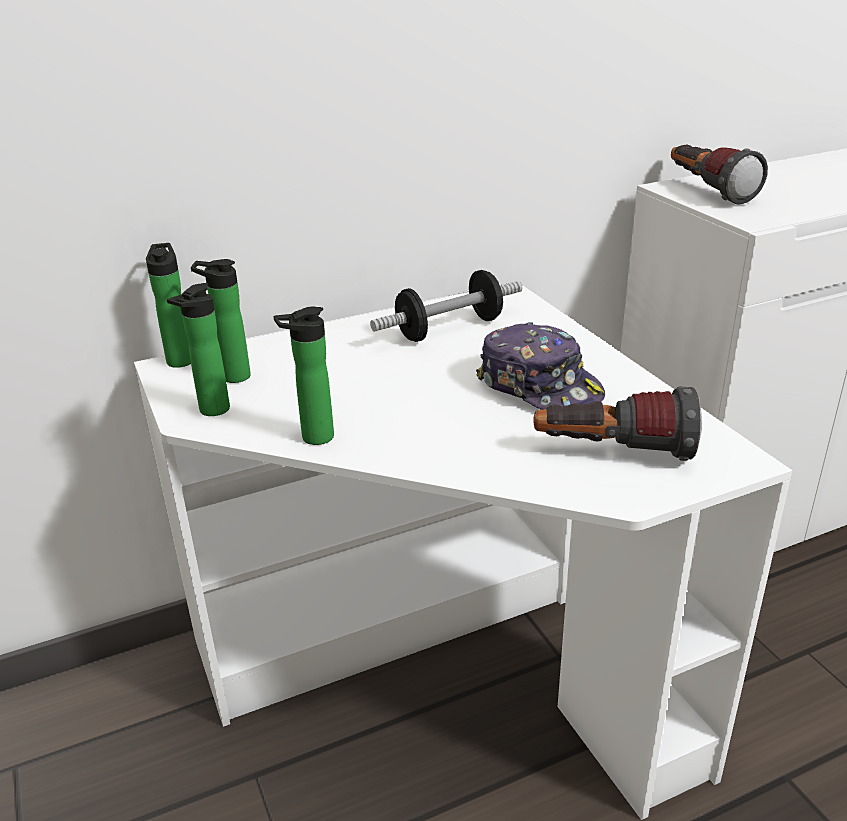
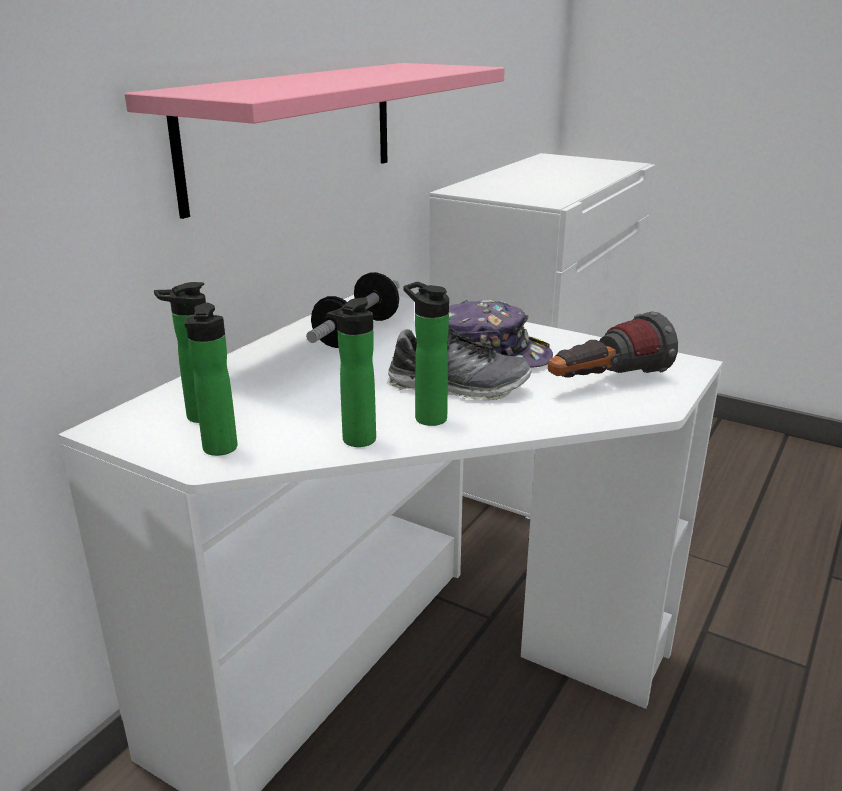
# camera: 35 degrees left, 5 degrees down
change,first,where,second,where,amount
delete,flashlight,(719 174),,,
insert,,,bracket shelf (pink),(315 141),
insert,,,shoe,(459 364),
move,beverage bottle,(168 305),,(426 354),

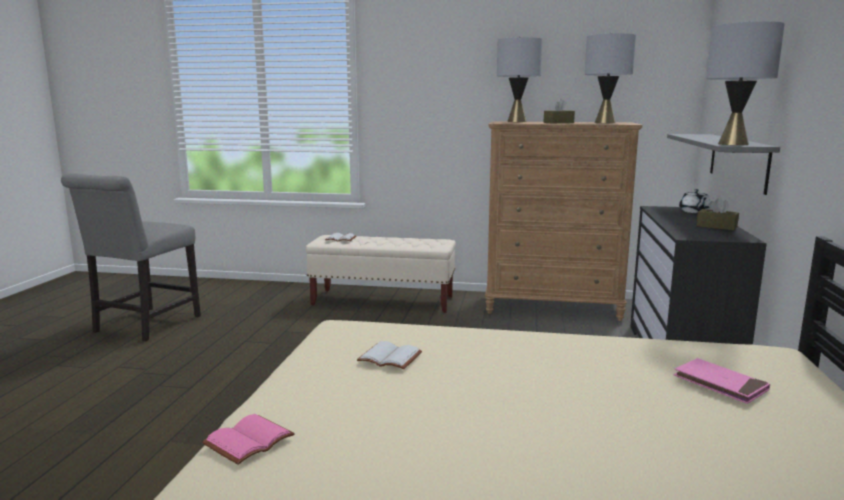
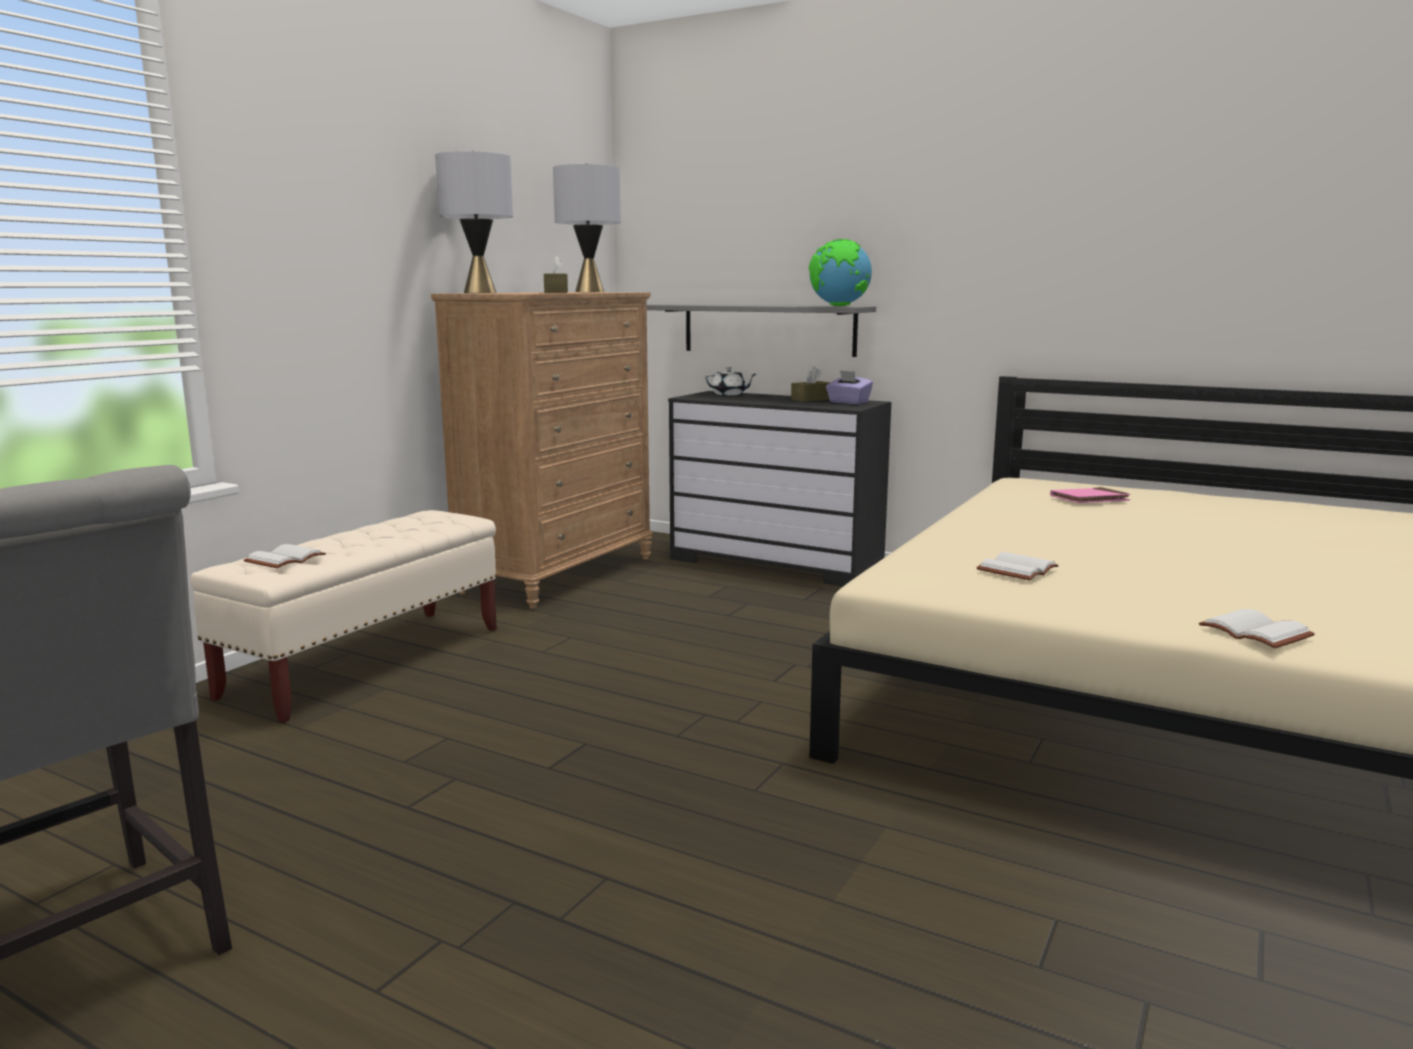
# camera: 70 degrees left, 0 degrees up
change,first,where,second,where,amount
insert,,,tissue holder (purplish),(849 387),
replace,table lamp (grey),(745 83),desk globe,(840 272),
recolor,volume (pink),(248 439),volume (white-coloured),(1257 628),

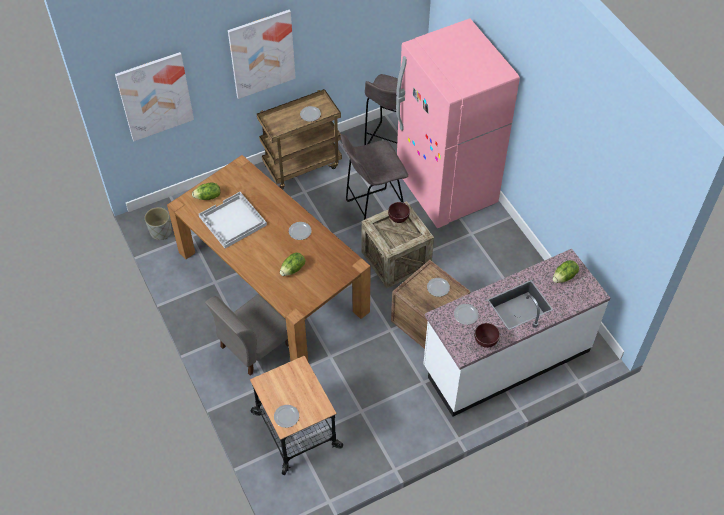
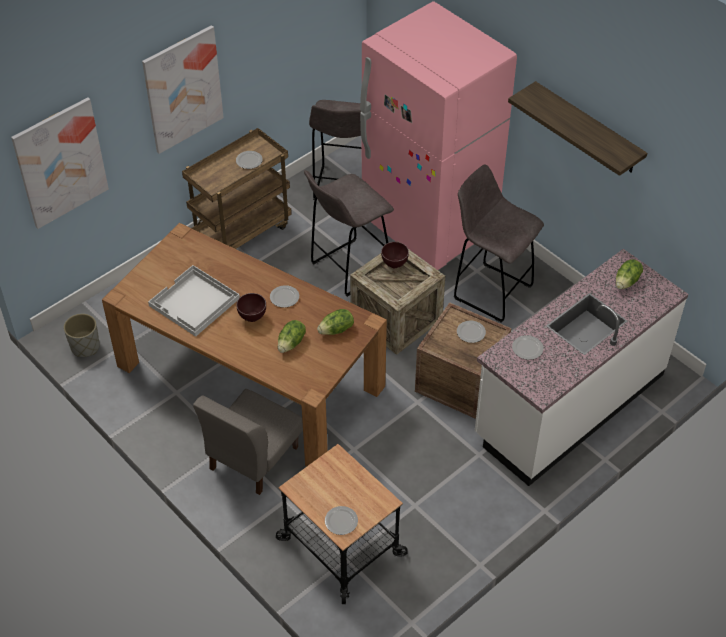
# camera: 15 degrees left, 5 degrees down
change,first,where,second,where,amount
insert,,,sitting stool (grey),(499 244),
insert,,,bracket shelf,(577 128),
move,lettuce,(206 191),,(335 322),
move,deep dish (brownish),(487 335),,(251 307),

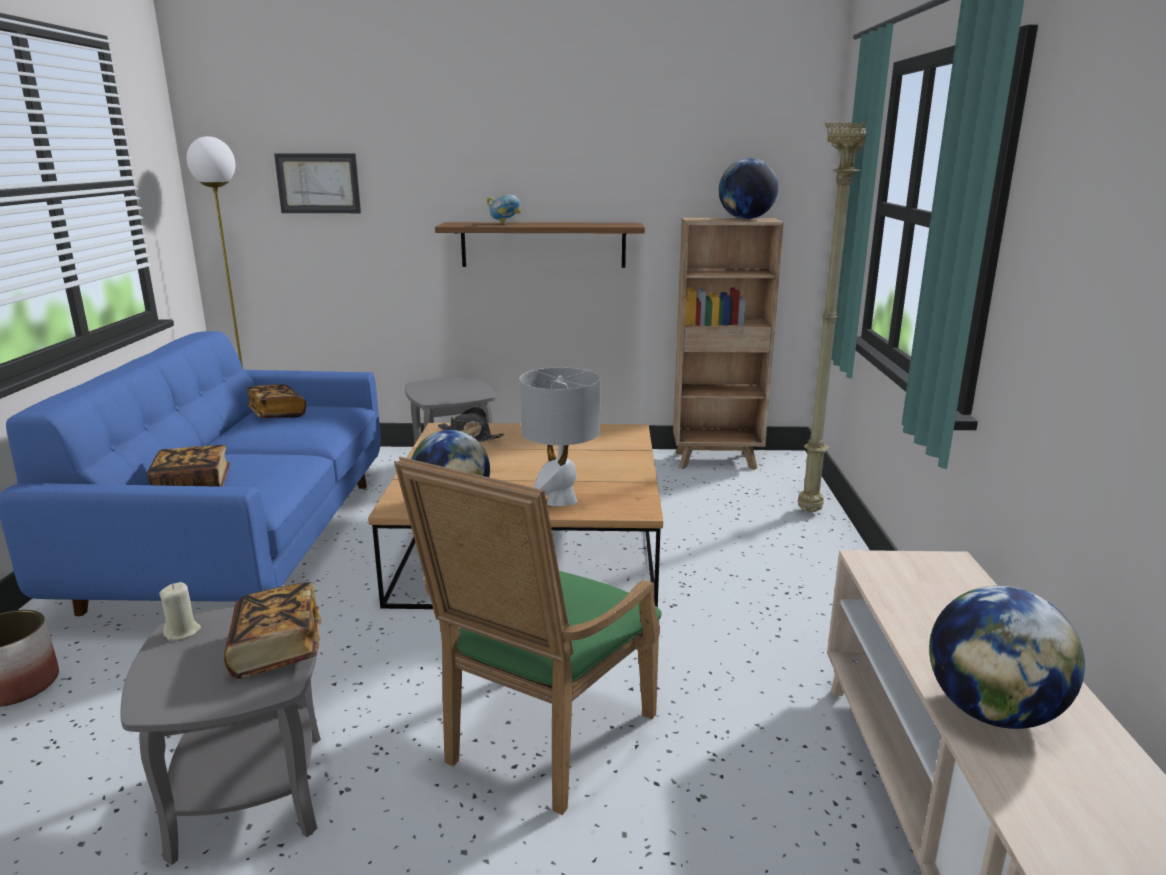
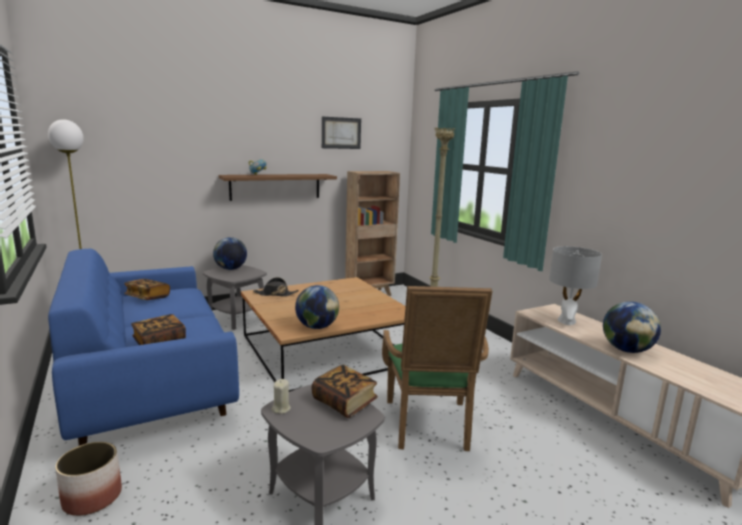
# camera: 30 degrees left, 5 degrees down
change,first,where,second,where,amount
move,wall art,(317 183),,(341 133),
move,table lamp (grey),(560 436),,(575 285),
move,desk globe,(748 188),,(230 253),

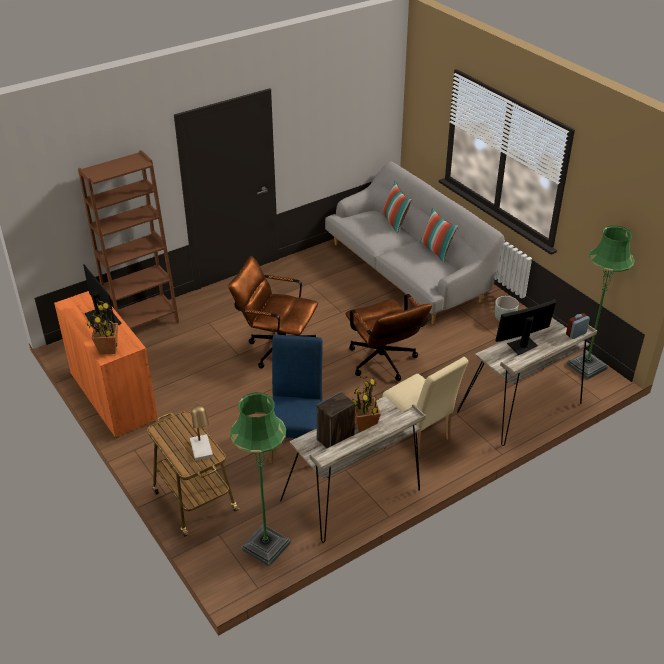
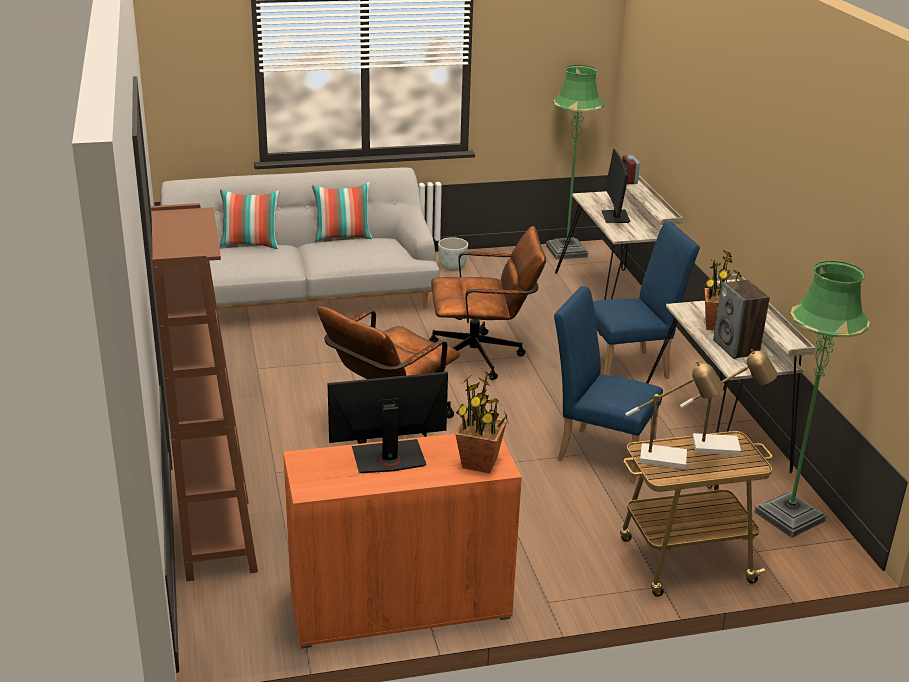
# camera: 70 degrees left, 10 degrees down
change,first,where,second,where,amount
insert,,,table lamp,(674 415),
recolor,upright chair (sand-coloured),(425 407),upright chair (blue),(646 300),

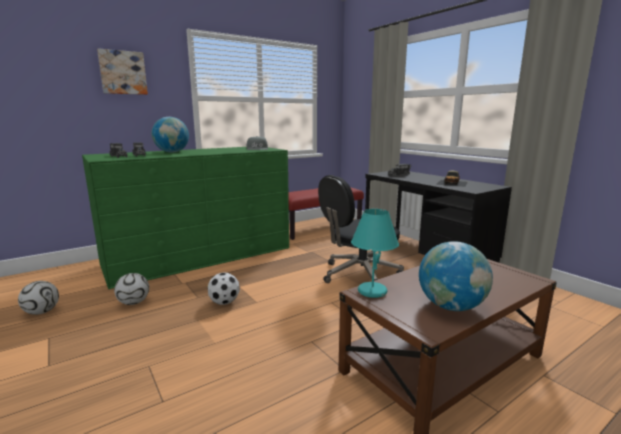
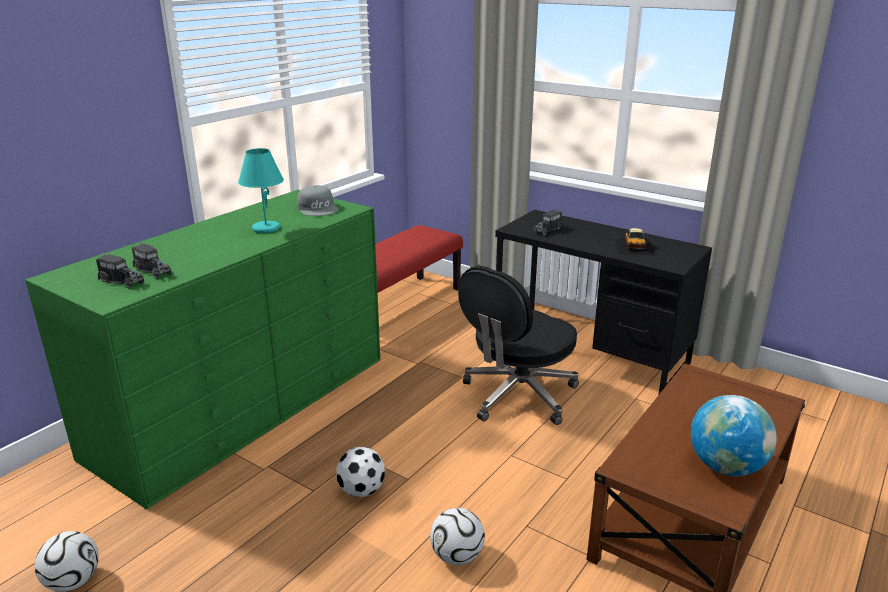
# camera: 20 degrees left, 10 degrees up
change,first,where,second,where,amount
delete,wall art,(122 71),,,
delete,desk globe,(170 135),,,
move,football ball,(131 289),,(457 536),
move,table lamp (turquoise-coloured),(375 253),,(261 190),

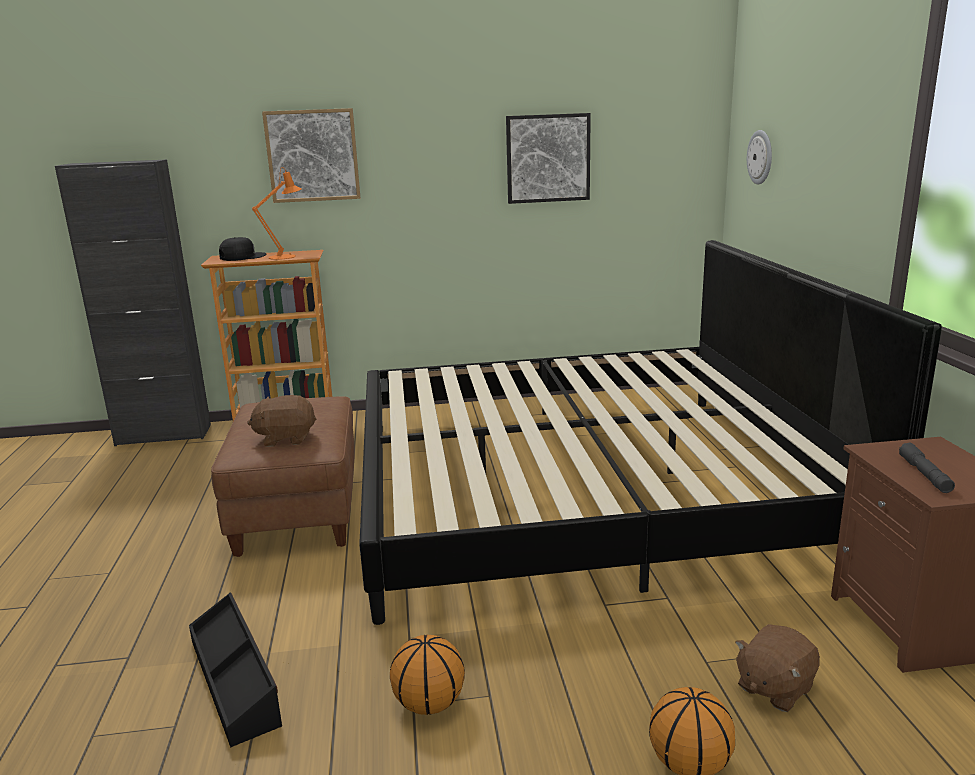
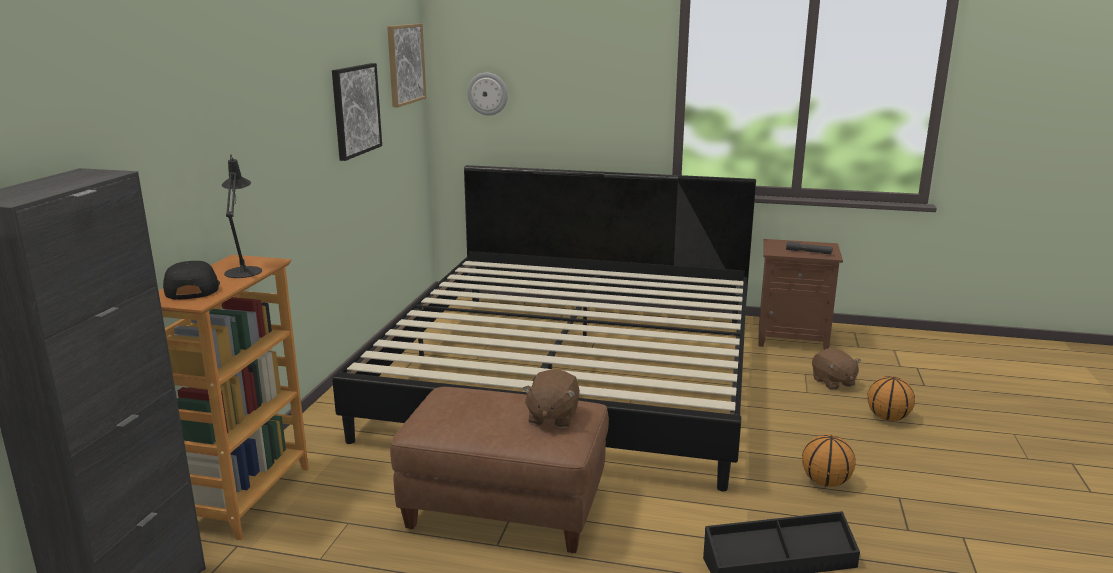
# camera: 70 degrees left, 0 degrees up
change,first,where,second,where,amount
move,wall art,(311 155),,(406 66),
recolor,table lamp (orangey),(276 213),table lamp (black-coloured),(242 216),

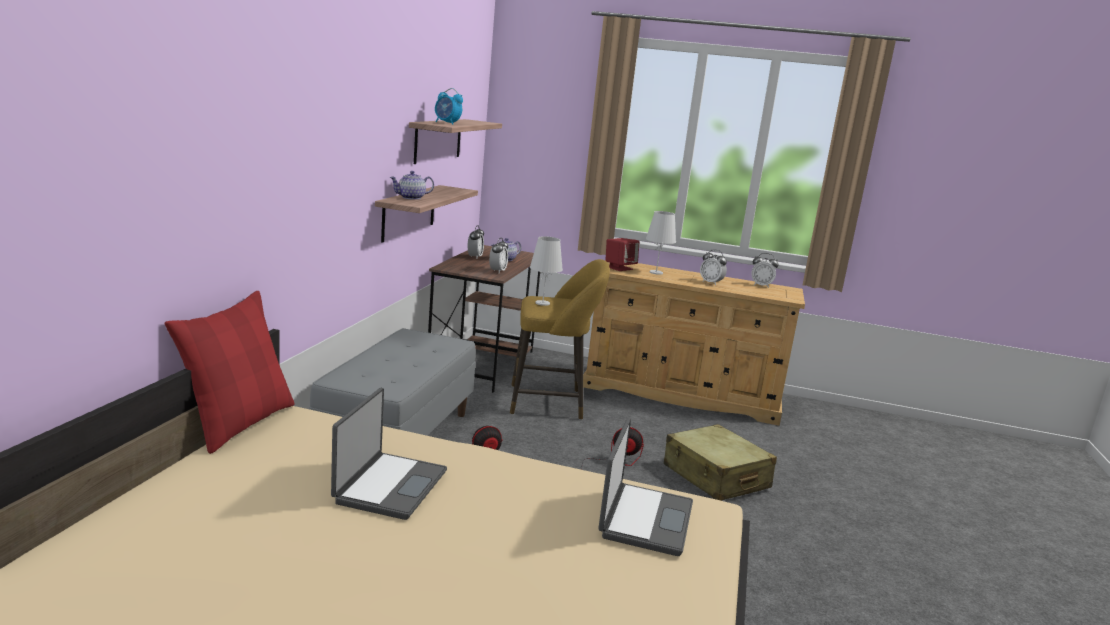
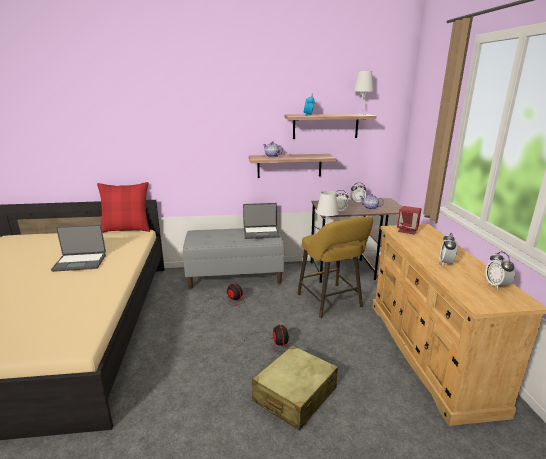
# camera: 70 degrees right, 5 degrees up
change,first,where,second,where,amount
move,laptop,(646 487),,(261 221),
move,table lamp (white-coloured),(661 243),,(363 93),

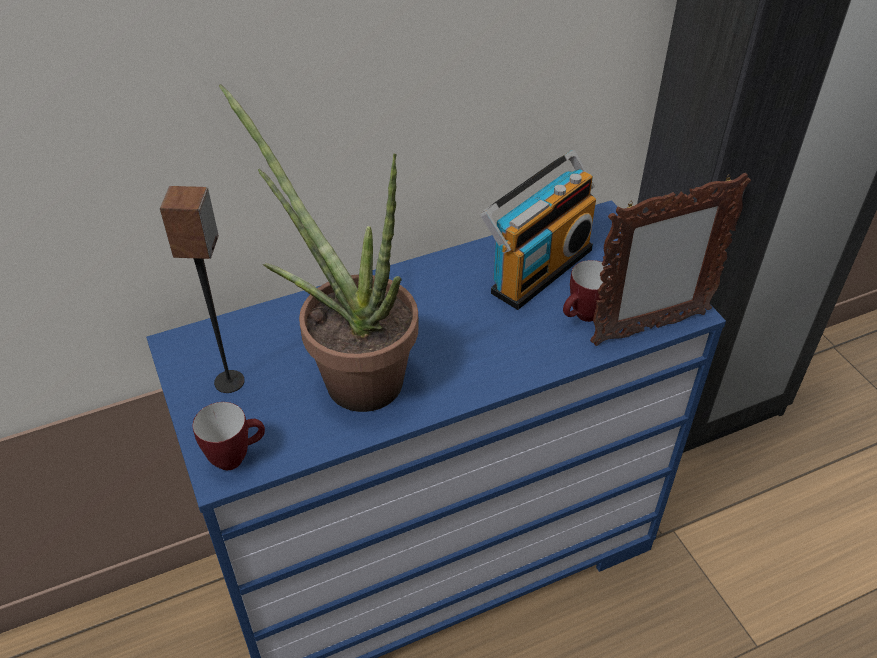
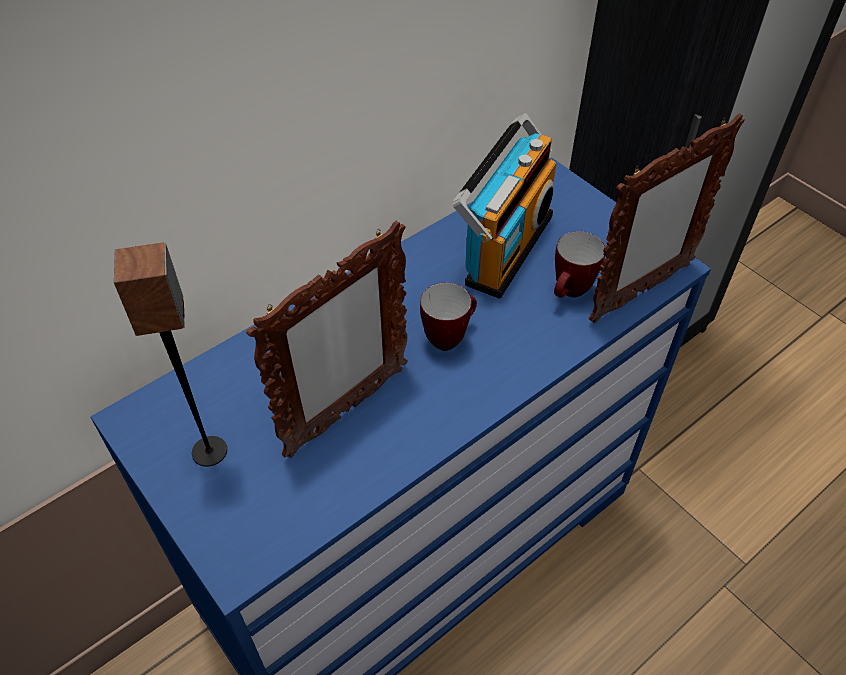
# camera: 15 degrees left, 5 degrees up
change,first,where,second,where,amount
move,tea mug,(229 436),,(448 316),
replace,houseplant,(319 248),photo frame,(327 339),

